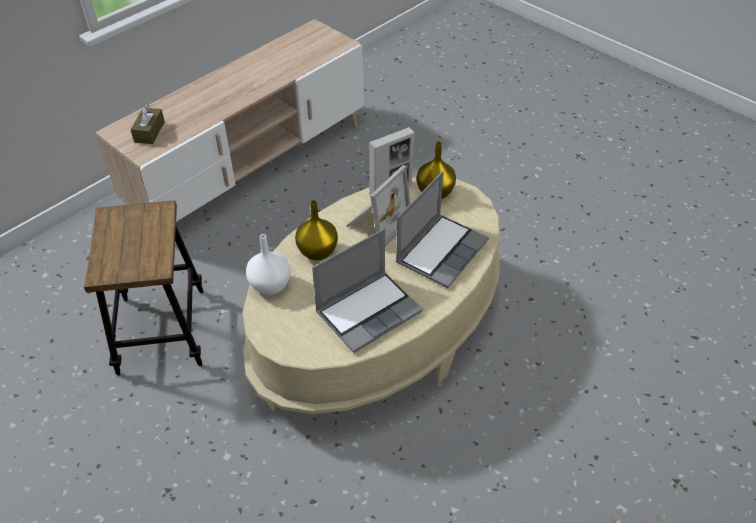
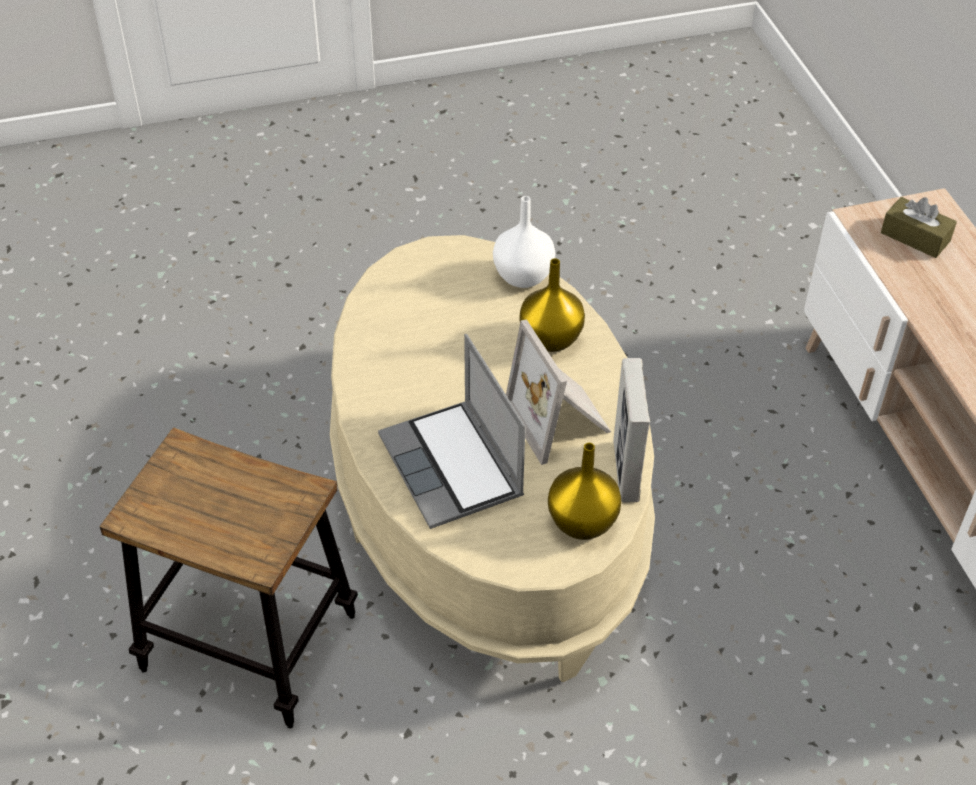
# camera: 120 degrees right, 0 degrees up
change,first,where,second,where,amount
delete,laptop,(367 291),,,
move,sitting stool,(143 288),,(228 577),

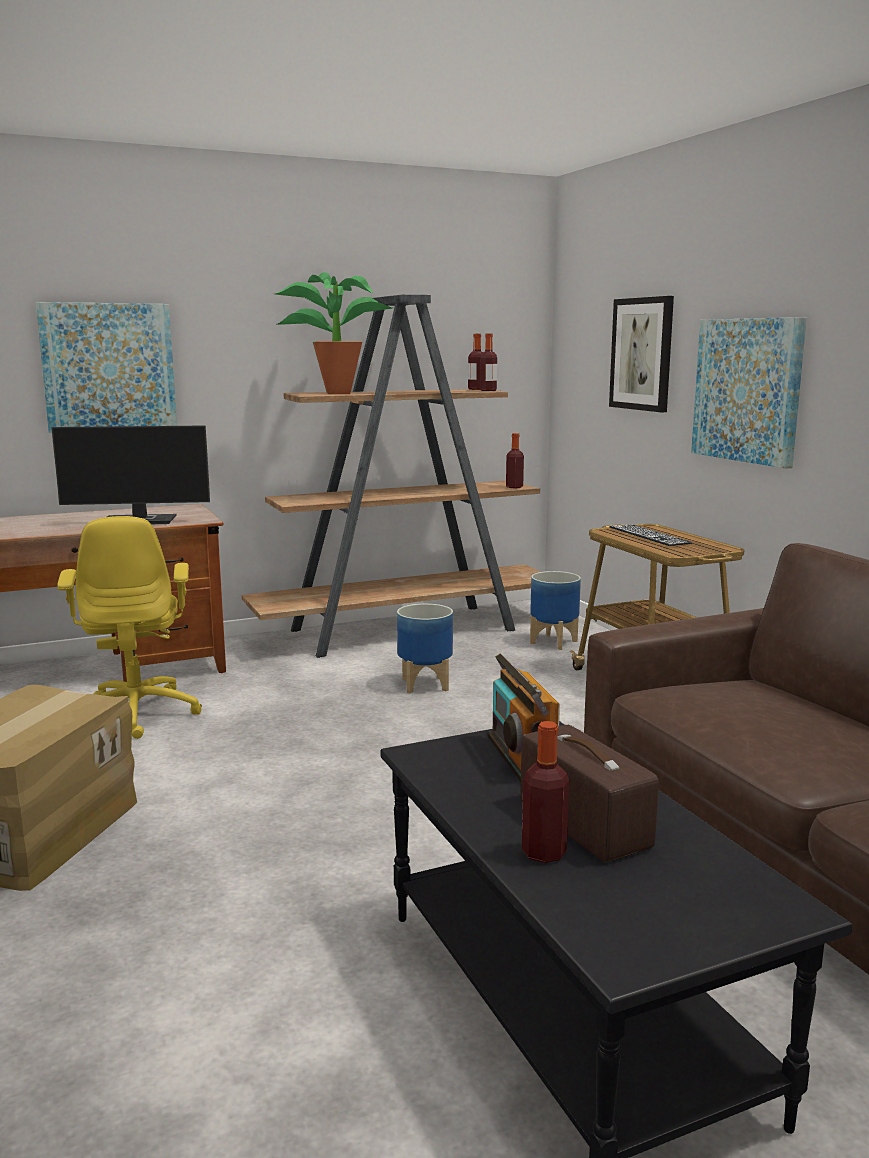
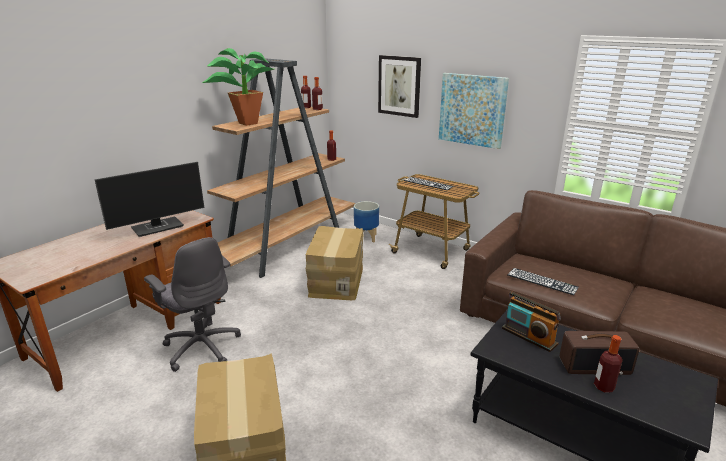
# camera: 30 degrees left, 10 degrees up
change,first,where,second,where,amount
delete,wall art,(106 367),,,
insert,,,keyboard,(543 281),
replace,planter,(425 649),carton,(334 263),
recolor,office chair (yellow-coloured),(129 627),office chair (grey),(192 304),
rotate,radio,(589 793),,(600 353),150 degrees clockwise

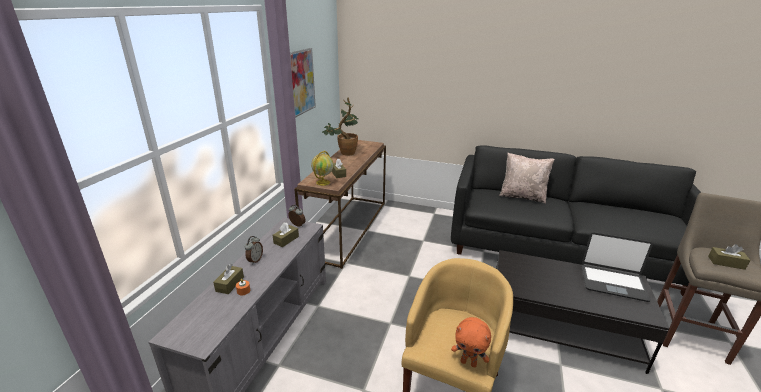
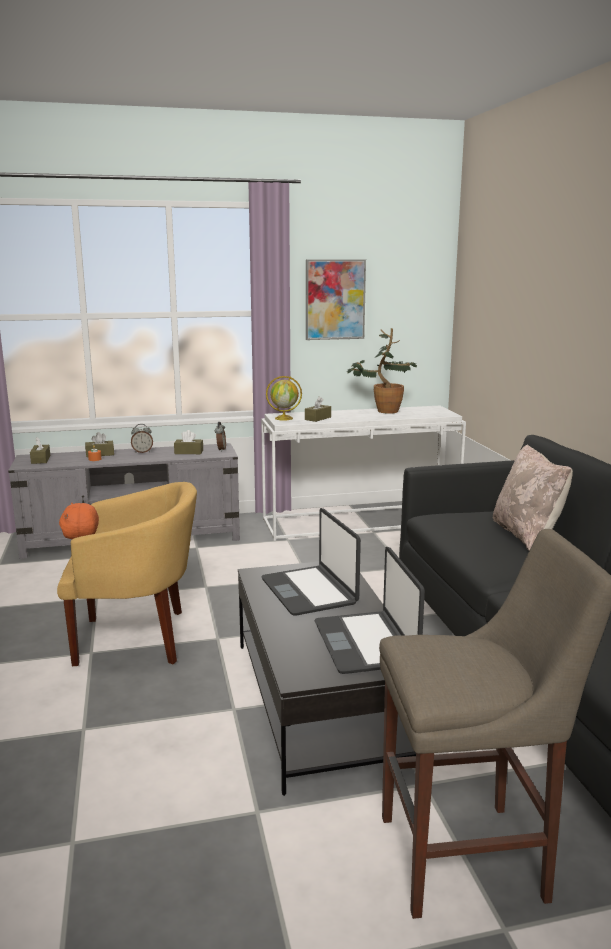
# camera: 60 degrees right, 10 degrees down
change,first,where,second,where,amount
insert,,,laptop,(311 562),
move,tissue holder (brownish),(729 257),,(40 450),
recolor,narrow table (brownish),(340 204),narrow table (white-coloured),(363 473),

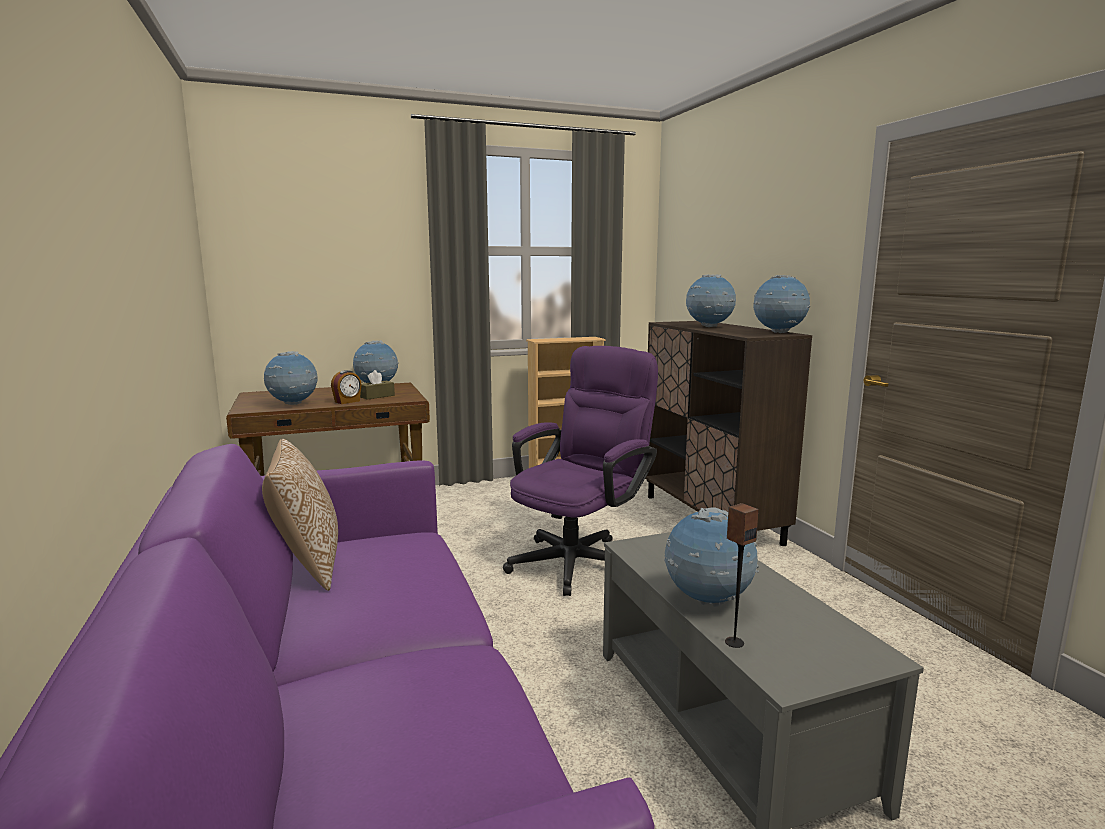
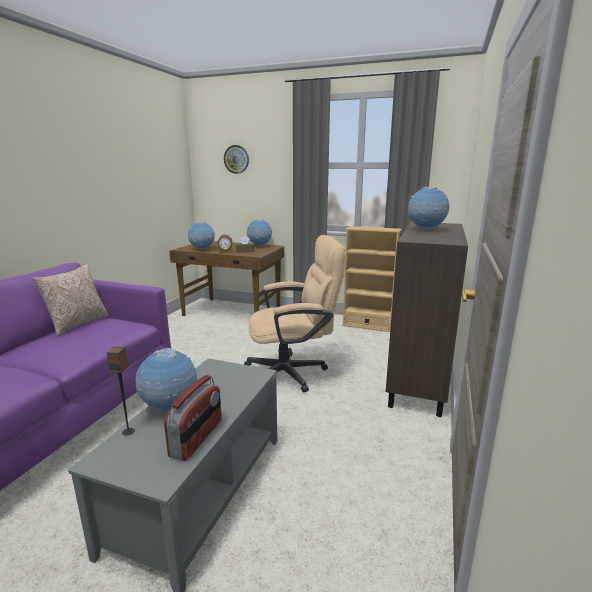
# camera: 40 degrees right, 5 degrees up
change,first,where,second,where,amount
delete,desk globe,(781 304),,,
insert,,,radio,(193 418),
insert,,,hanging clock,(236 159),
recolor,office chair (purplish),(580 471),office chair (sand-coloured),(295 314),

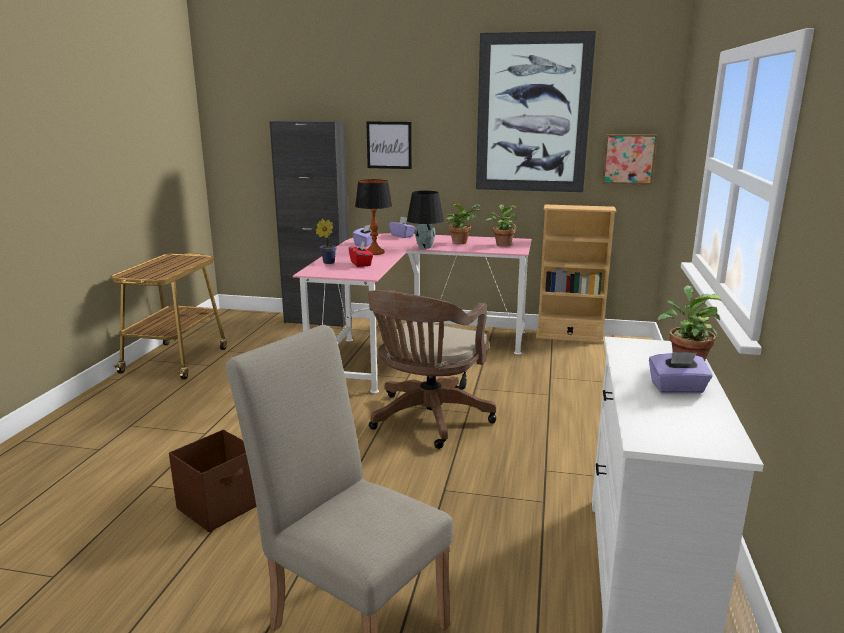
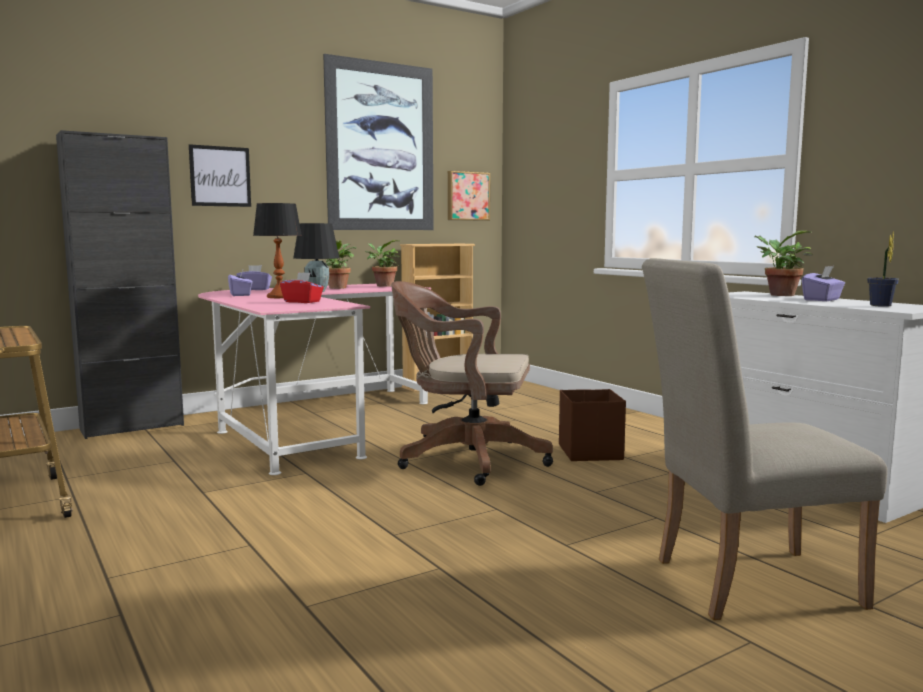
# camera: 45 degrees left, 10 degrees down
change,first,where,second,where,amount
move,storage bin (brownish),(213 481),,(592 425),
move,houseplant,(326 241),,(883 269),
rotate,office chair (brownish),(432 369),,(472 383),120 degrees clockwise

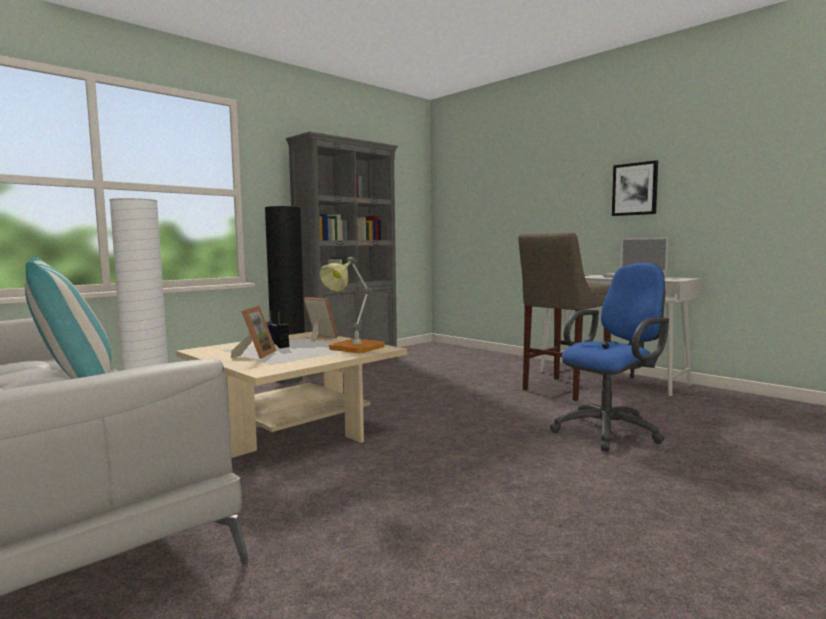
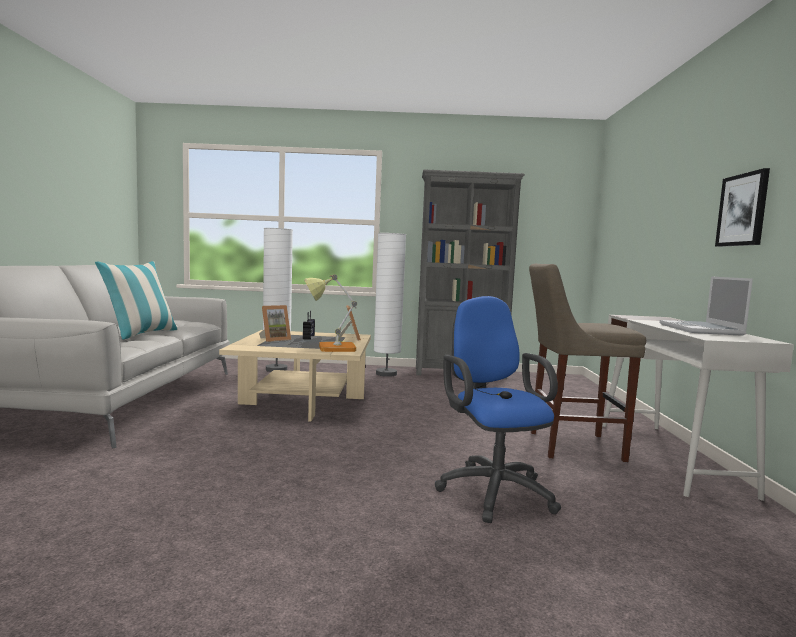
# camera: 45 degrees right, 0 degrees up
change,first,where,second,where,amount
recolor,floor lamp (black-coloured),(285 295),floor lamp (white-coloured),(390 305),
rotate,office chair (blue),(609 357),,(498 409),120 degrees counterclockwise

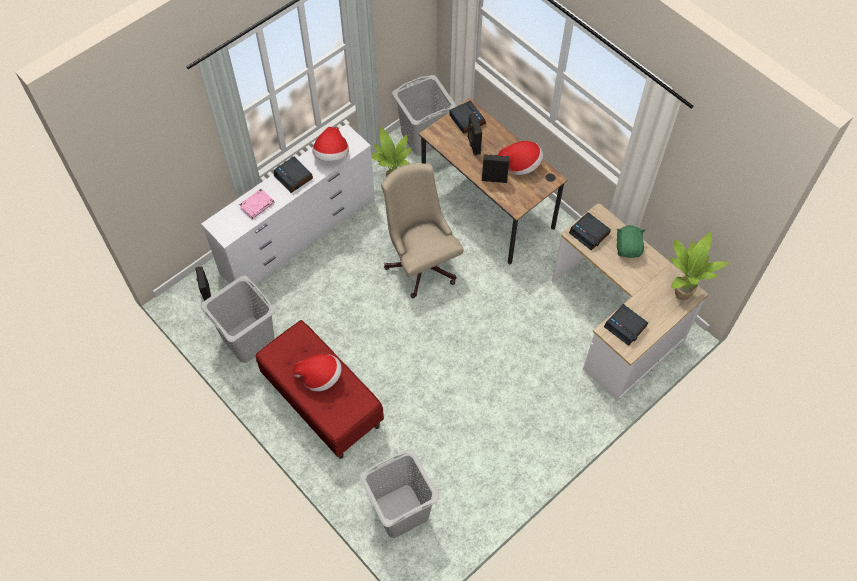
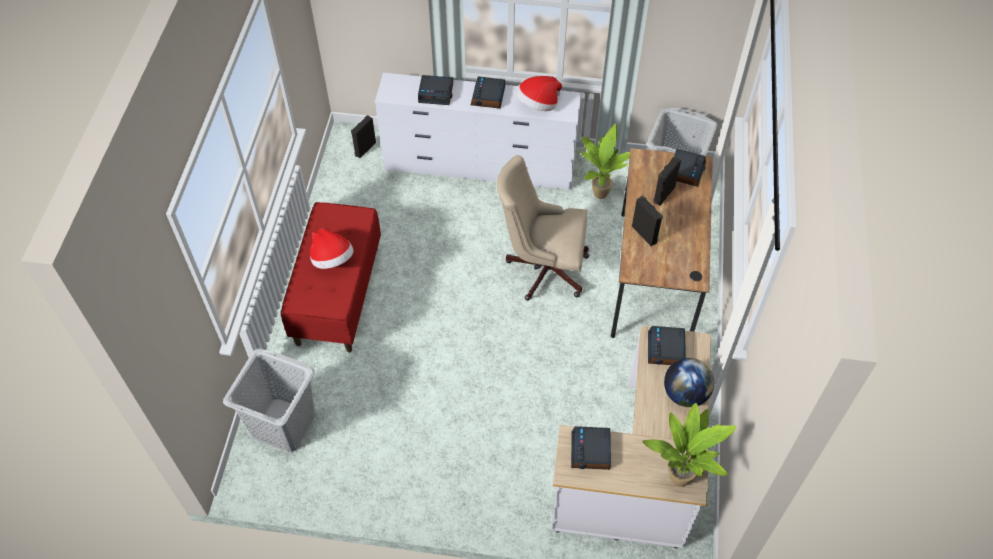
# camera: 50 degrees right, 5 degrees down
change,first,where,second,where,amount
delete,hamper (grey),(238 319),,,
delete,hat,(520 158),,,
replace,volume (pink),(257 204),table clock,(435 90),
replace,plush toy (green),(631 241),desk globe,(689 382),
rotate,office chair (sand-coloured),(422 230),,(543 227),105 degrees counterclockwise

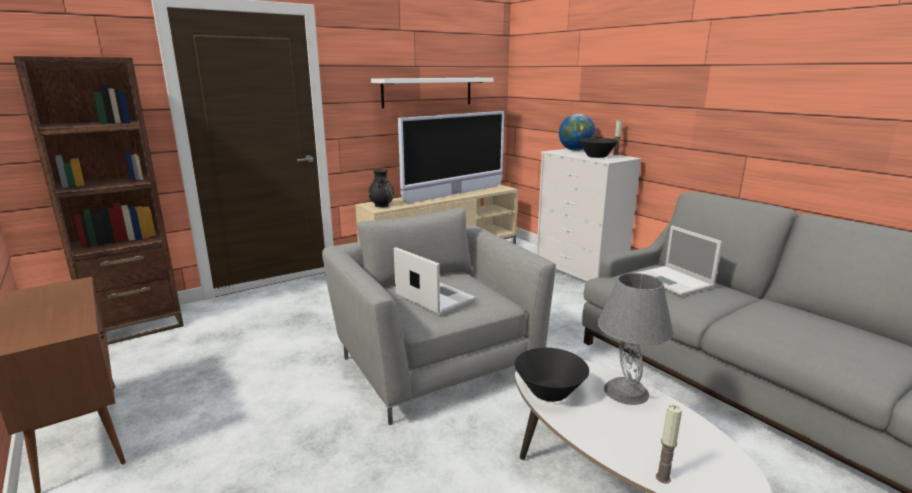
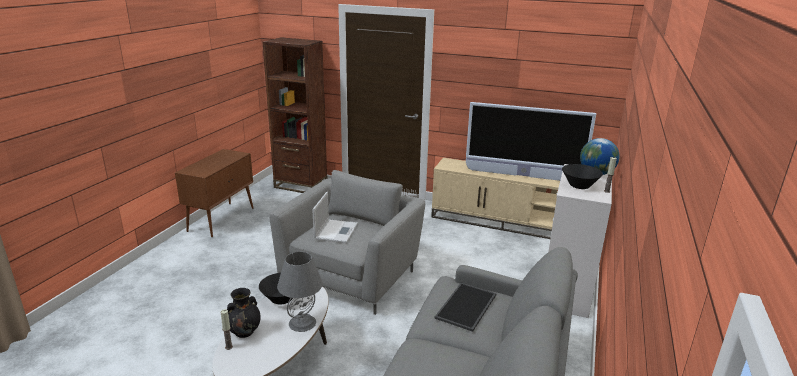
# camera: 55 degrees right, 5 degrees up
change,first,where,second,where,amount
delete,bracket shelf (white-coloured),(432 93),,,
move,decorative vase (black-coloured),(381 188),,(244 313),
replace,laptop,(679 260),carrying tray,(466 307),

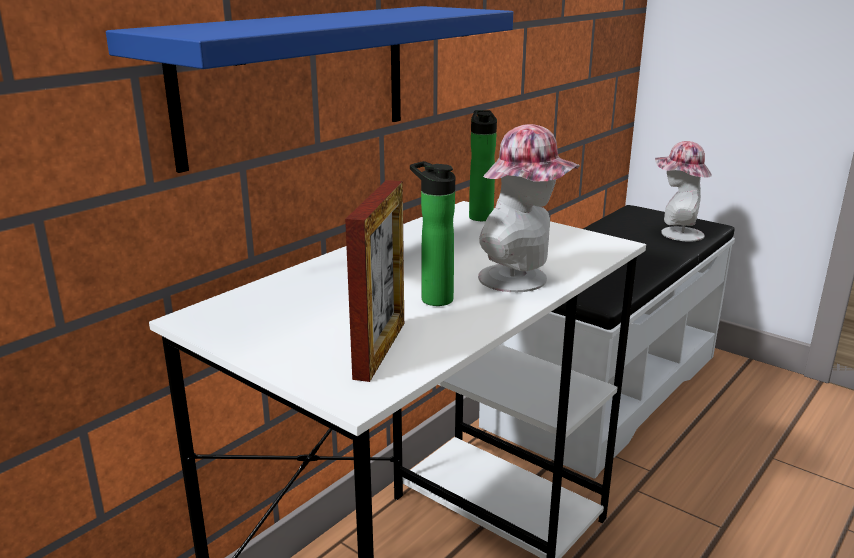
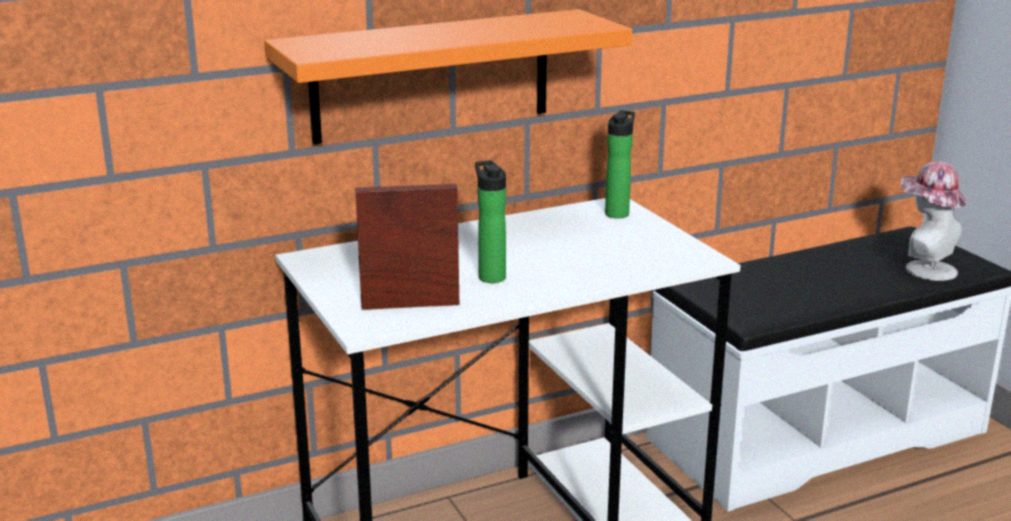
# camera: 25 degrees right, 0 degrees up
change,first,where,second,where,amount
delete,hat,(529 208),,,
recolor,bracket shelf (blue),(309 89),bracket shelf (orangey),(448 76),
rotate,photo frame,(374 281),,(407 247),135 degrees counterclockwise

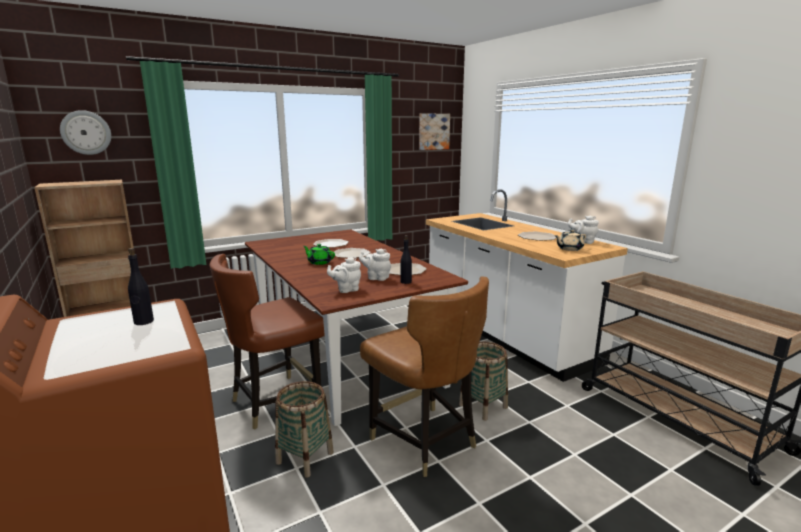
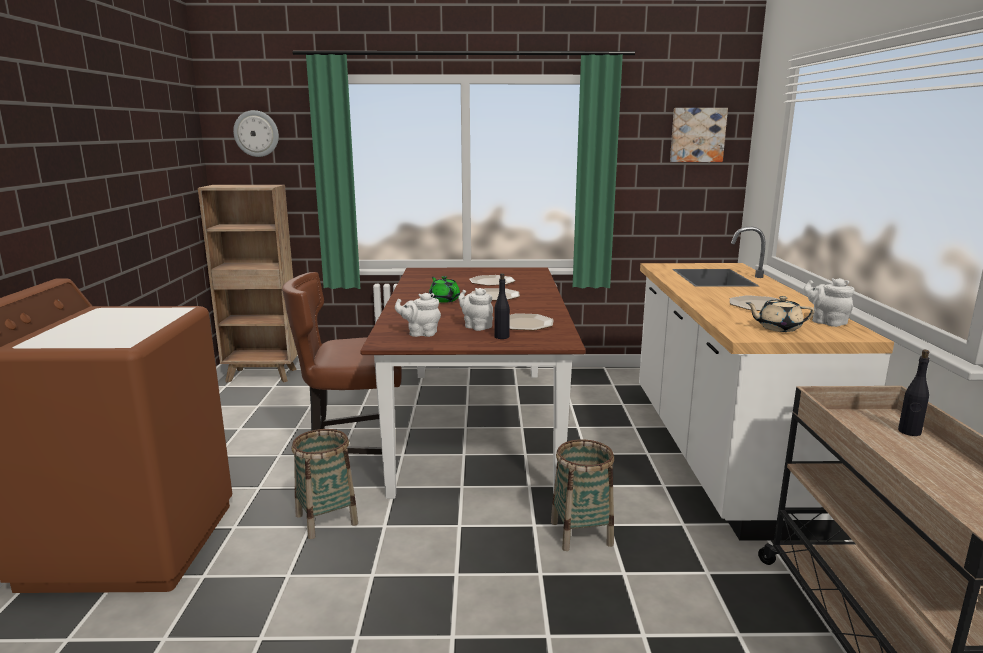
# camera: 30 degrees right, 0 degrees up
change,first,where,second,where,amount
delete,upright chair (brownish),(424 376),,,
move,beverage bottle (black-coloured),(141 286),,(914 393),

